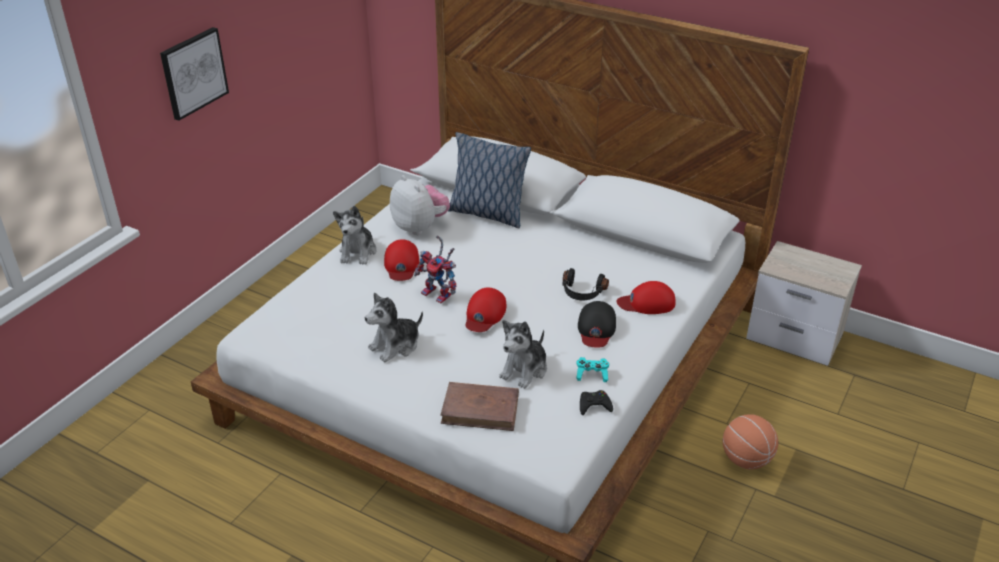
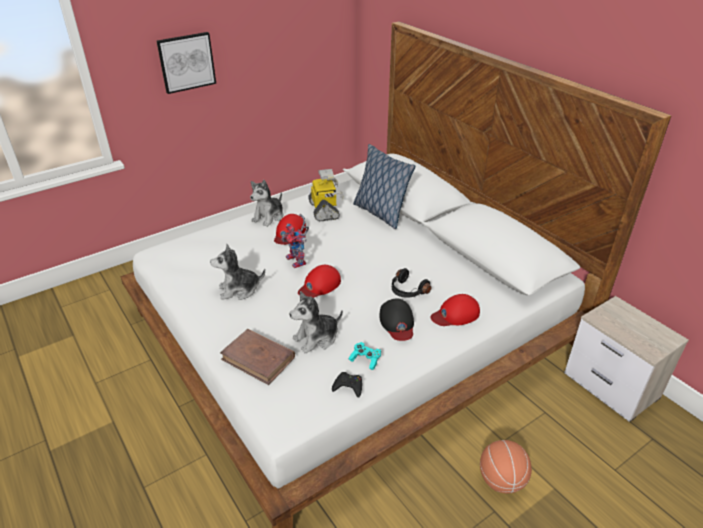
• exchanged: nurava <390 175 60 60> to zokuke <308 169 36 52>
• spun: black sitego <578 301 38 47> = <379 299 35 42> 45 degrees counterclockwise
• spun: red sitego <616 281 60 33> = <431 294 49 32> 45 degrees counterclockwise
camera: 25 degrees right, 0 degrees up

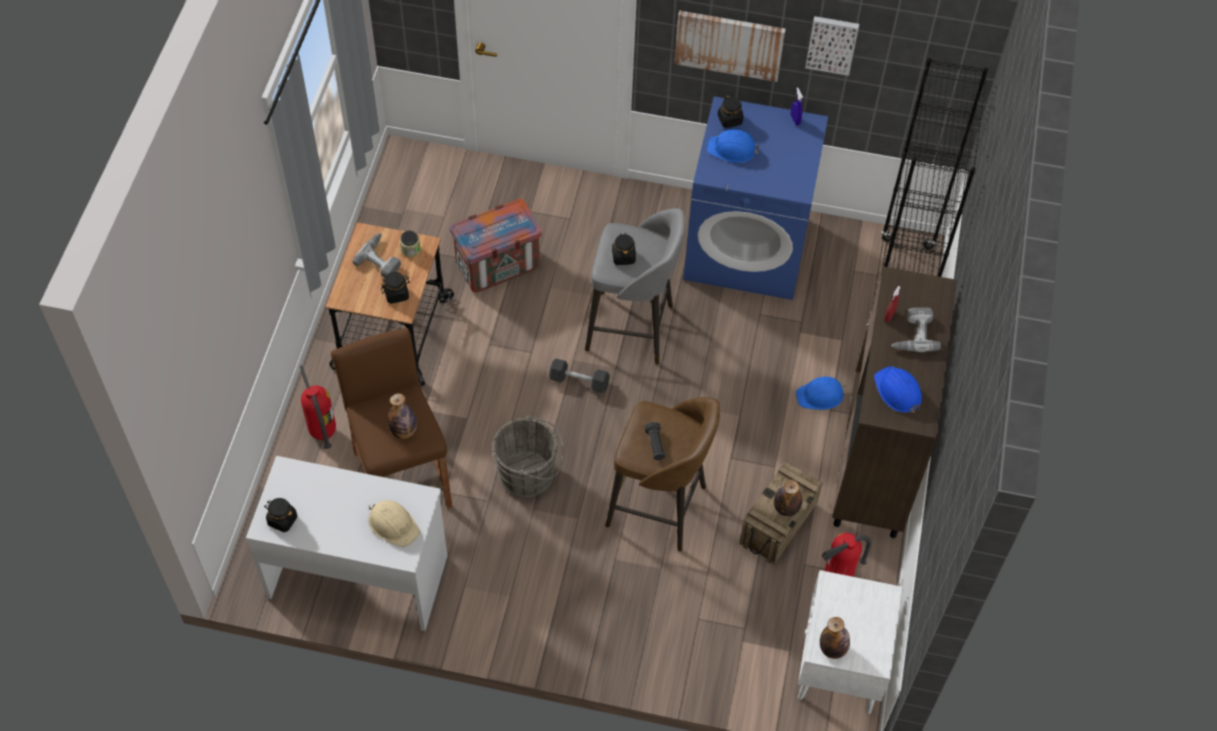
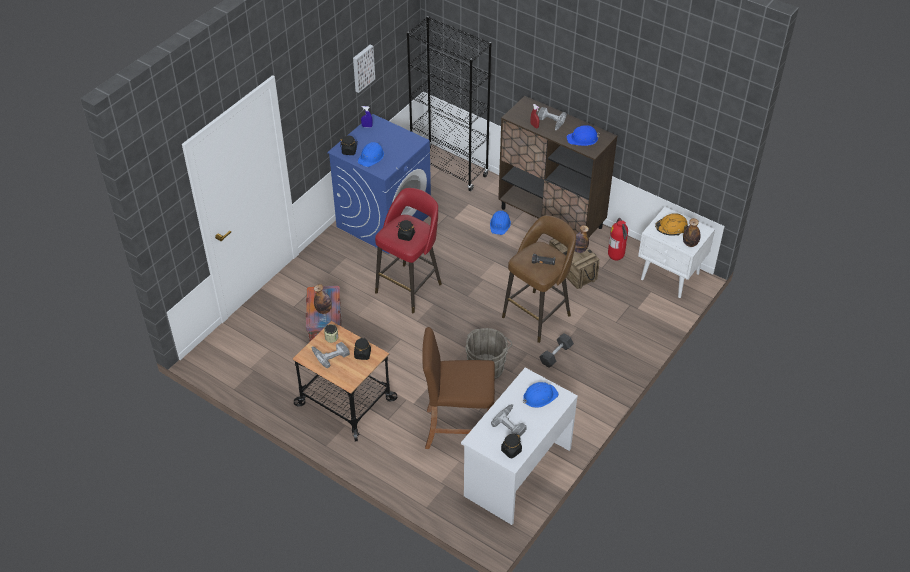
• relocated: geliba <388 393 29 46> to <314 284 18 30>
• colour: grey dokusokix <585 208 101 156> to red dokusokix <375 188 67 125>
• appeared: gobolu <491 404 36 33>
• colour: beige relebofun <368 500 52 47> to blue relebofun <523 382 36 26>
• relocated: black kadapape <549 359 61 34> to <540 333 34 34>
• appeared: orange relebofun <655 213 33 23>
• missing: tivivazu <300 365 36 84>
• missing: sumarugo <674 10 111 72>
camera: 65 degrees left, 10 degrees down

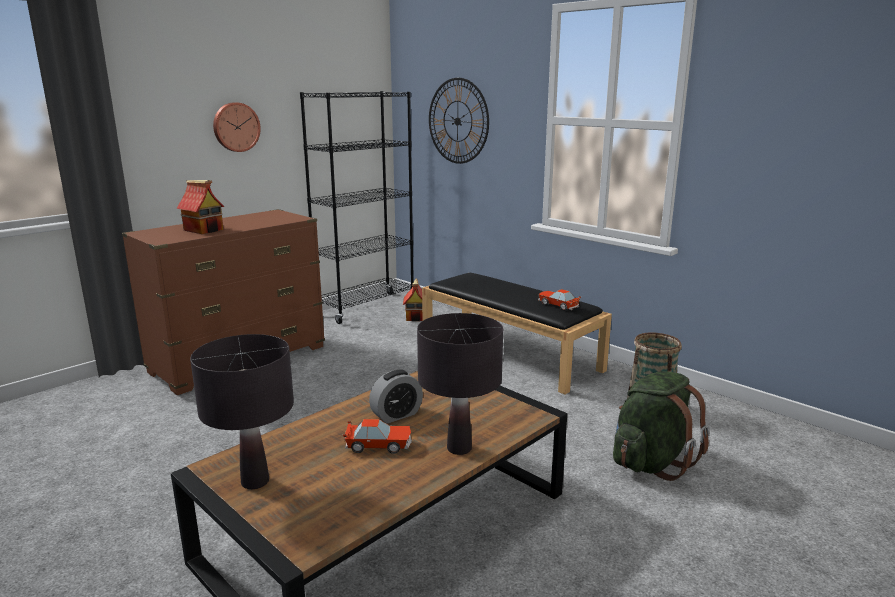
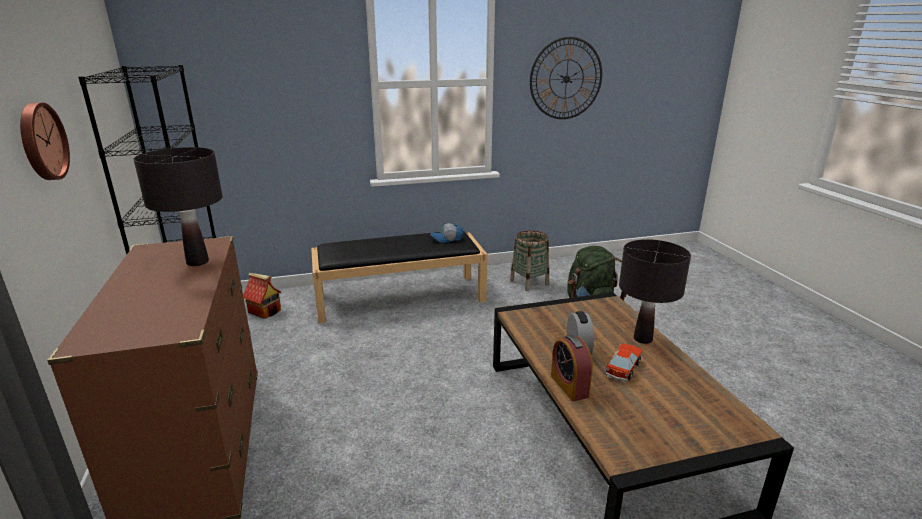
• relocated: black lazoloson <190 334 104 155> to <134 147 89 119>
• exchanged: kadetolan <538 289 43 22> to sitego <430 223 33 20>
• relocated: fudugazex <429 78 60 86> to <530 37 72 82>
• appeared: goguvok <551 335 42 67>
• missing: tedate <176 180 48 54>
camera: 60 degrees left, 5 degrees up

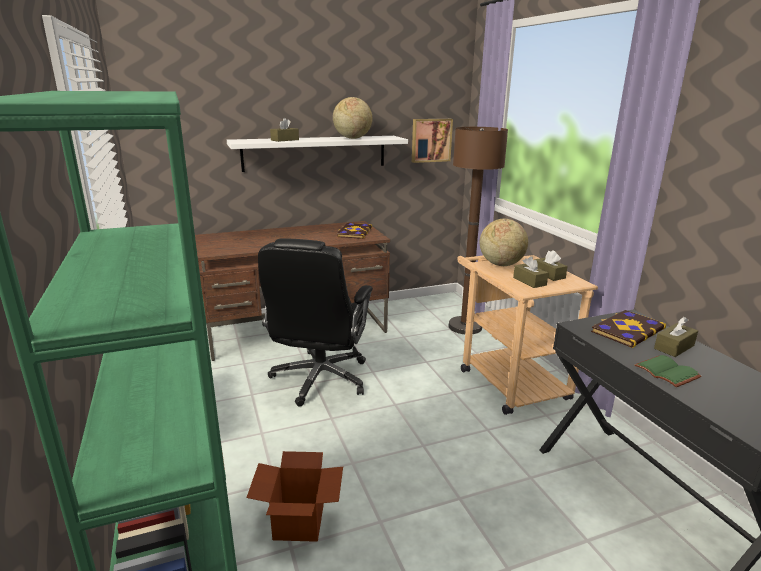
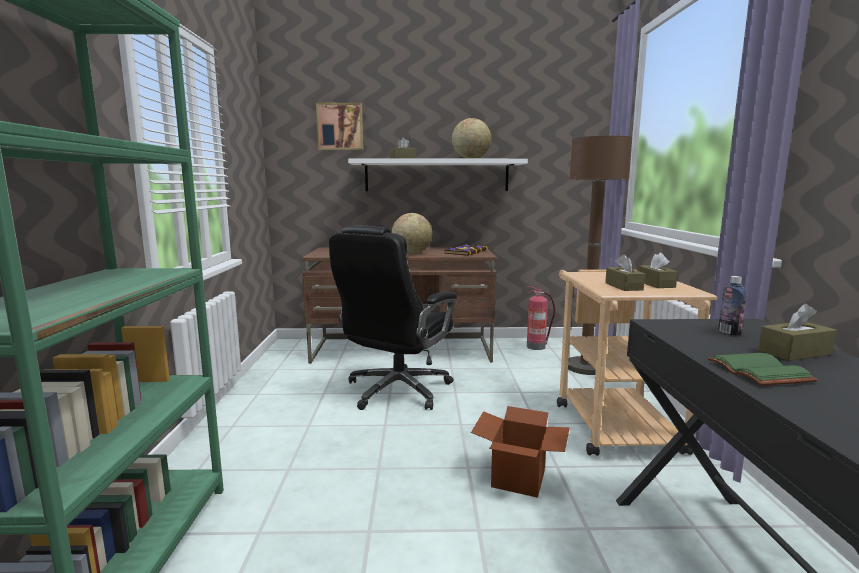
• relocated: sumarugo <412 119 41 44> to <316 103 47 47>
• relocated: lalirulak <480 219 48 47> to <392 213 40 41>
• relocated: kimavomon <246 451 97 91> to <471 406 99 92>
• appeared: tivivazu <527 286 28 64>
• exchanged: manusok <591 310 75 38> to geliba <718 276 28 60>
camera: 20 degrees right, 10 degrees down

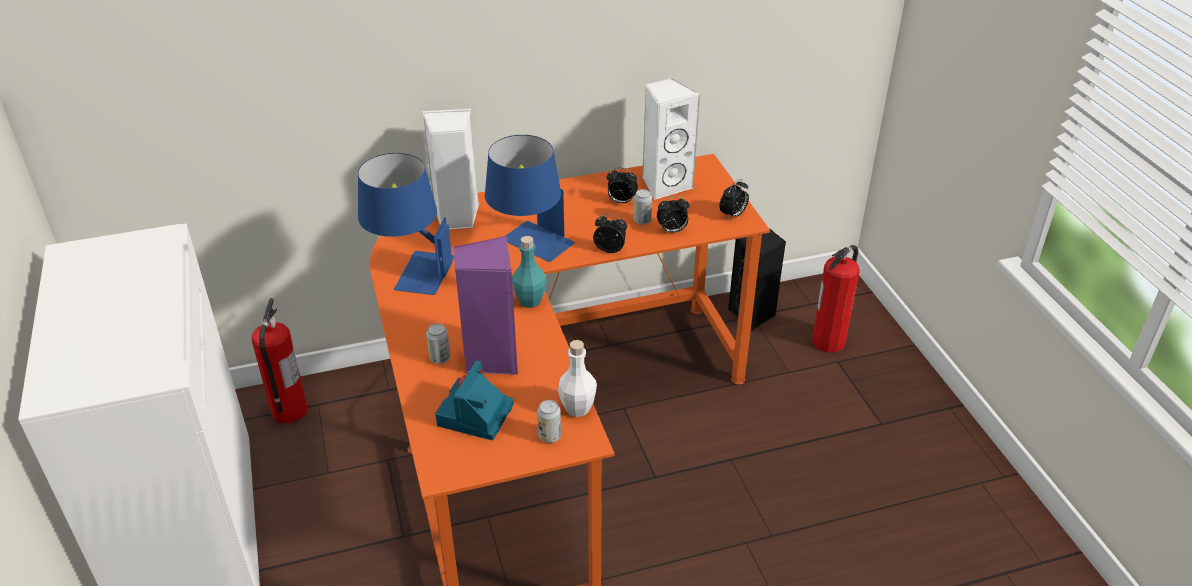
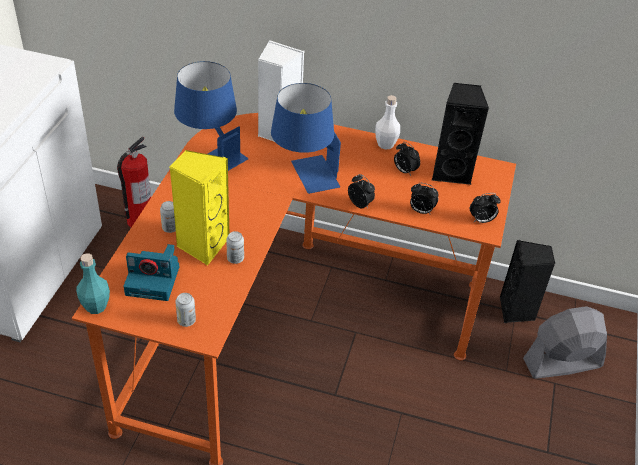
• relocated: turquoise geliba <512 236 35 72> to <76 253 34 61>
• spun: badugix <435 360 79 80> = <124 244 55 57> 135 degrees counterclockwise
• colour: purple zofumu <454 236 64 139> to yellow zofumu <170 149 59 116>
• relocated: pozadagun <634 189 18 36> to <226 231 18 33>
• relocated: white geliba <558 340 39 77> to <375 95 25 55>
• colour: white zofumu <642 78 58 121> to black zofumu <432 83 57 102>
• exchanged: tivivazu <812 245 48 108> to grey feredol <523 306 84 73>
camera: 30 degrees right, 5 degrees up

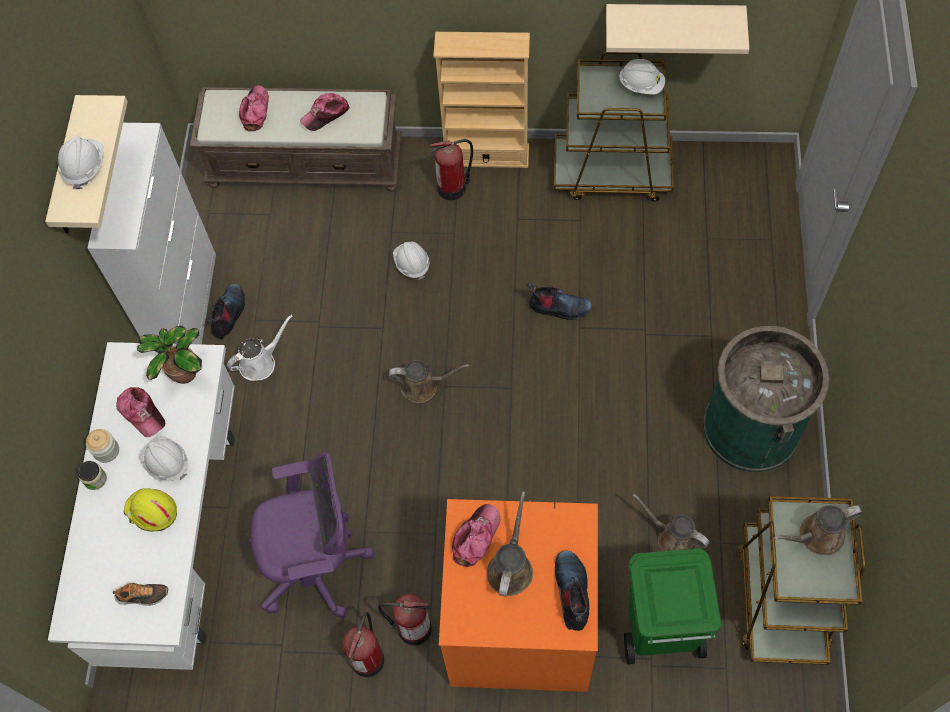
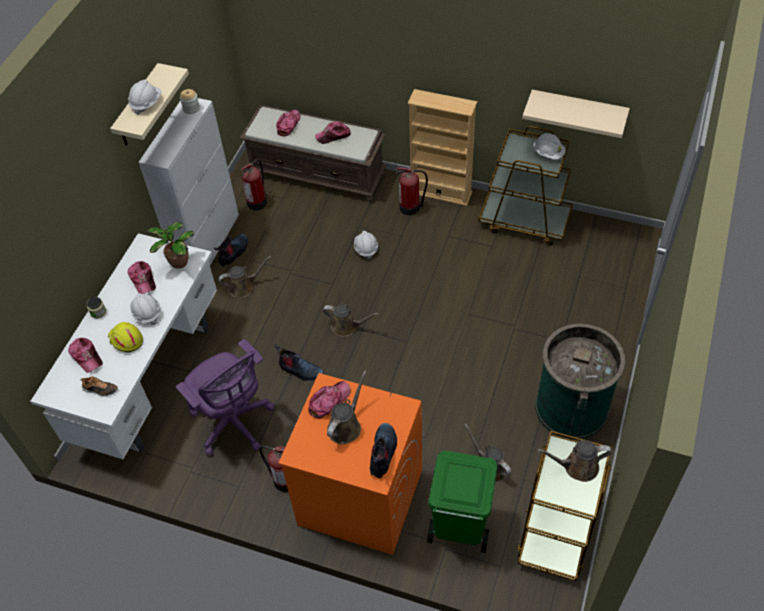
• appeared: sitego <68 338 35 35>
• spun: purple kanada <249 452 125 165> = <176 339 99 117> 45 degrees clockwise
• relocated: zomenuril <86 429 33 34> to <180 89 20 25>
• colour: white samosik <227 315 65 66> to brown samosik <218 256 53 42>
• relocated: tivivazu <342 612 42 65> to <241 159 26 51>
• relocated: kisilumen <526 282 66 38> to <274 344 50 37>
camera: 15 degrees right, 10 degrees down

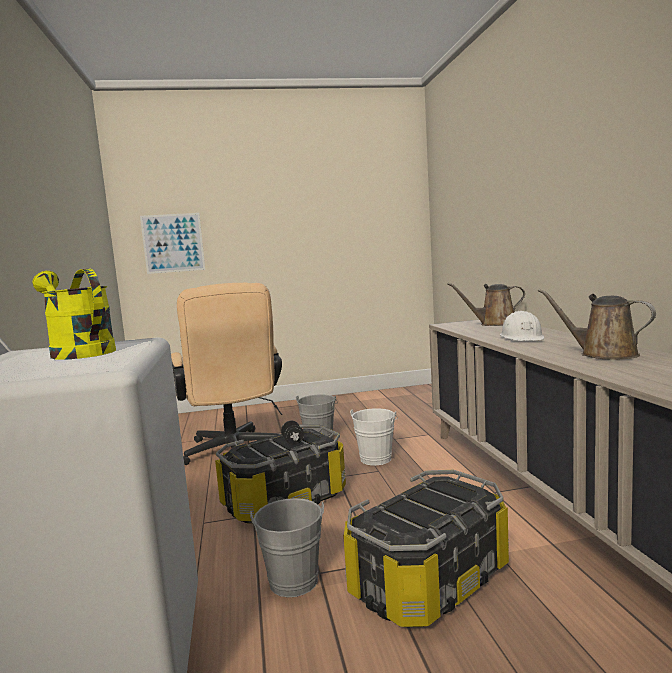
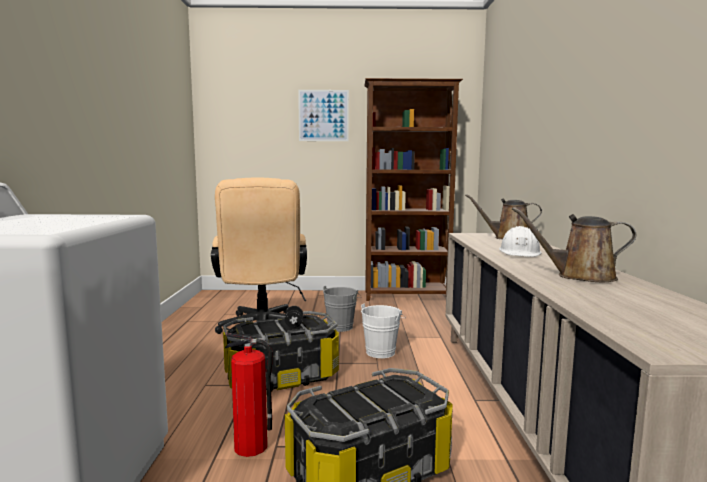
• exchanged: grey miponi <250 498 74 99> to tivivazu <225 333 48 124>
• relocated: sumarugo <140 213 65 61> to <298 90 51 51>
• appeared: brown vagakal <364 78 99 223>
• spun: brown samosik <538 289 118 71> = <512 207 124 75> 45 degrees counterclockwise
• missing: yellow samosik <33 269 83 91>
camera: 10 degrees right, 0 degrees up

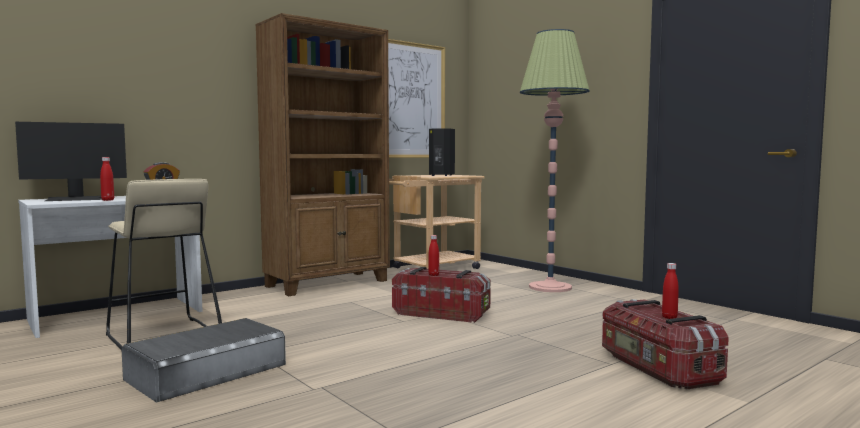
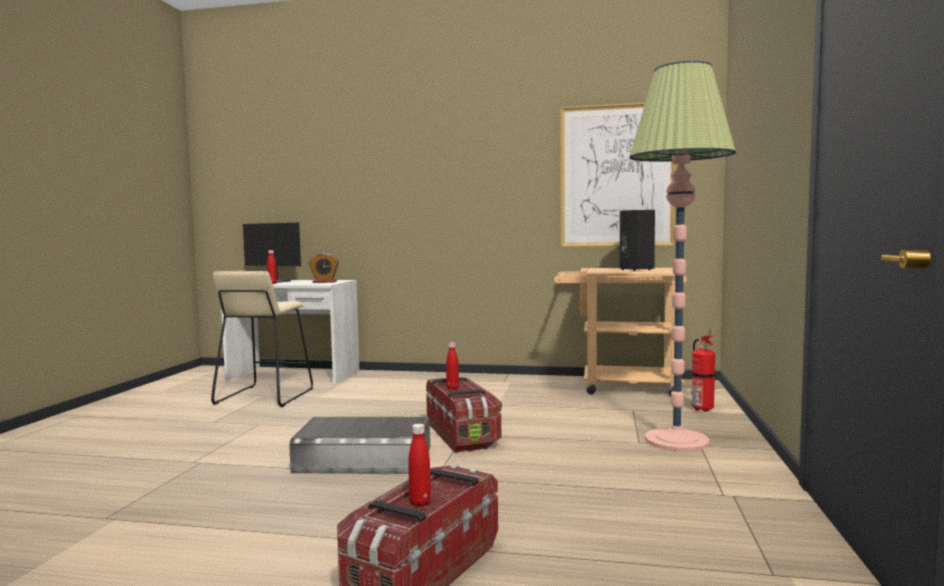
• relocated: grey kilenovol <122 318 164 85> to <289 417 141 57>
• appeared: tivivazu <690 329 26 83>
• missing: brown vagakal <255 13 135 283>
camera: 50 degrees right, 0 degrees up

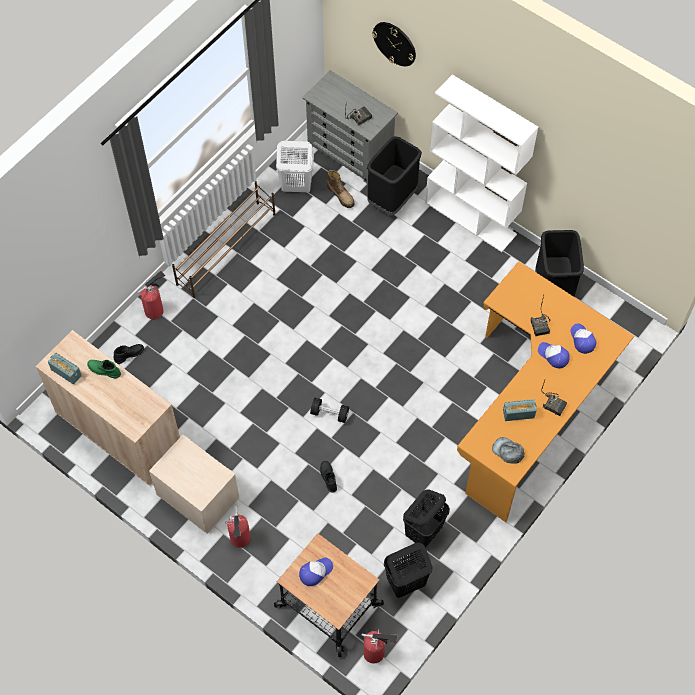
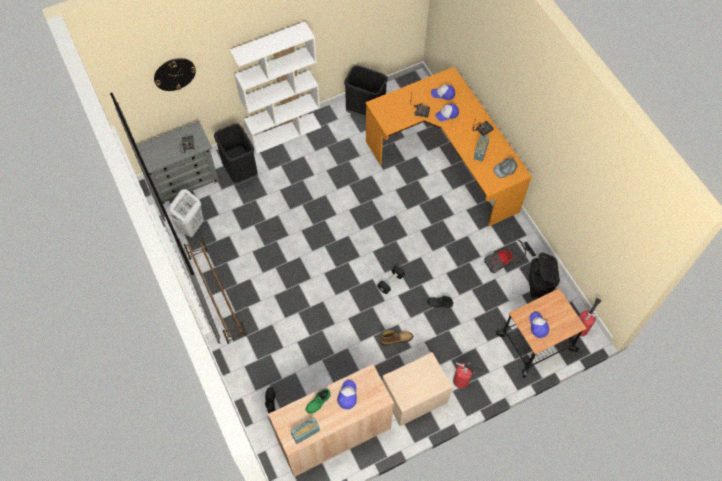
• appeared: sitego <337 380 20 29>
• relocated: kisilumen <327 170 28 38> to <380 330 33 16>
• exchanged: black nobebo <403 489 47 59> to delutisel <484 239 52 34>
• missing: tivivazu <138 271 27 48>
camera: 65 degrees left, 0 degrees up

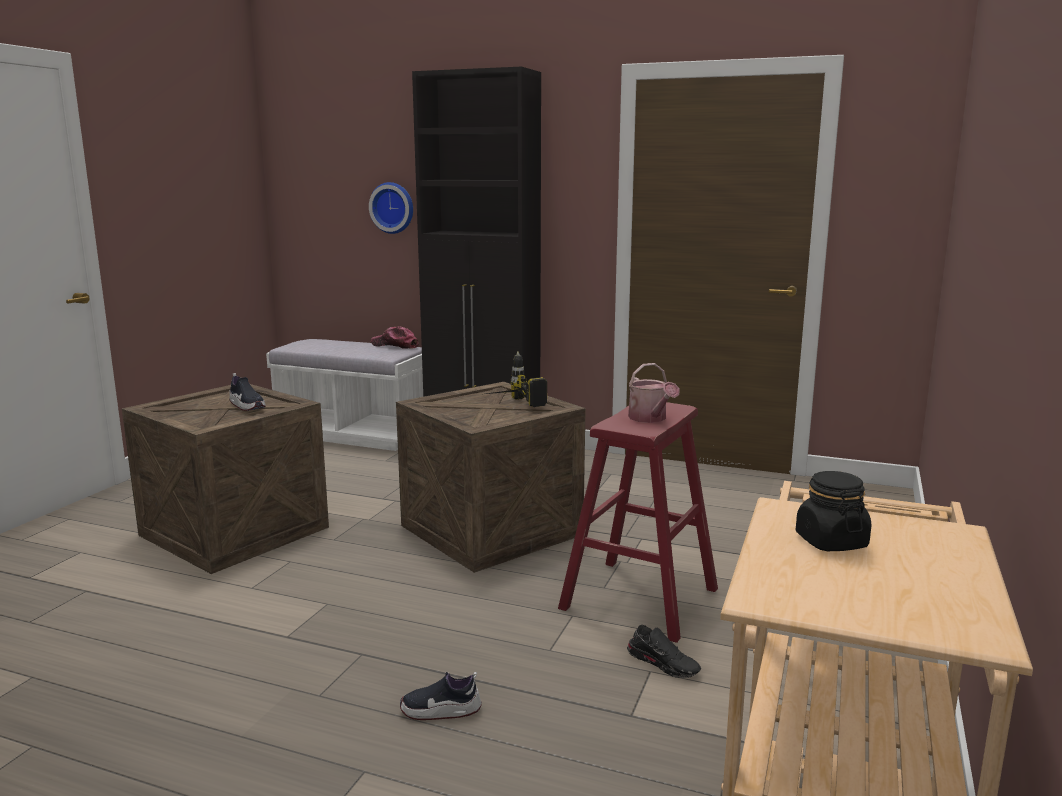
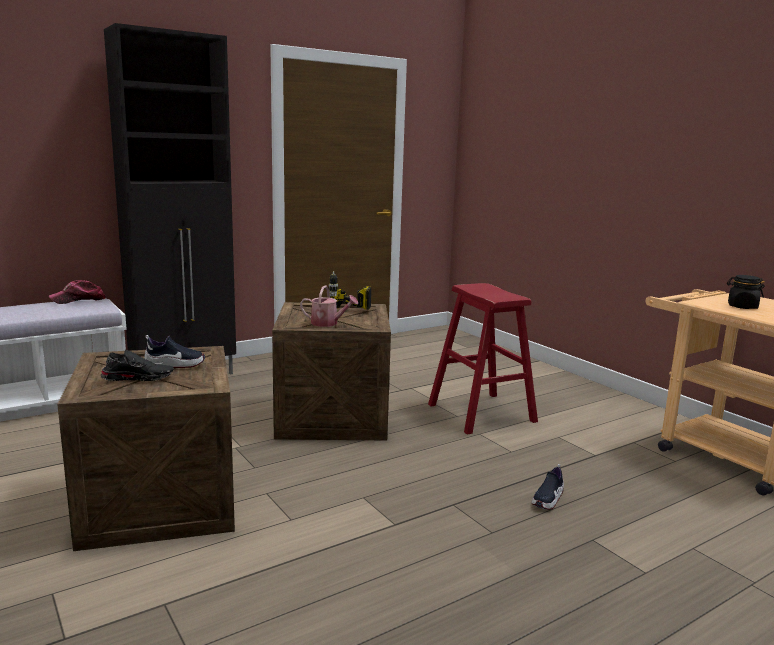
• relocated: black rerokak <627 625 74 53> to <101 350 73 31>
• relocated: samosik <628 363 52 60> to <300 285 58 42>
• missing: fudugazex <369 182 44 52>
camera: 55 degrees left, 0 degrees up

